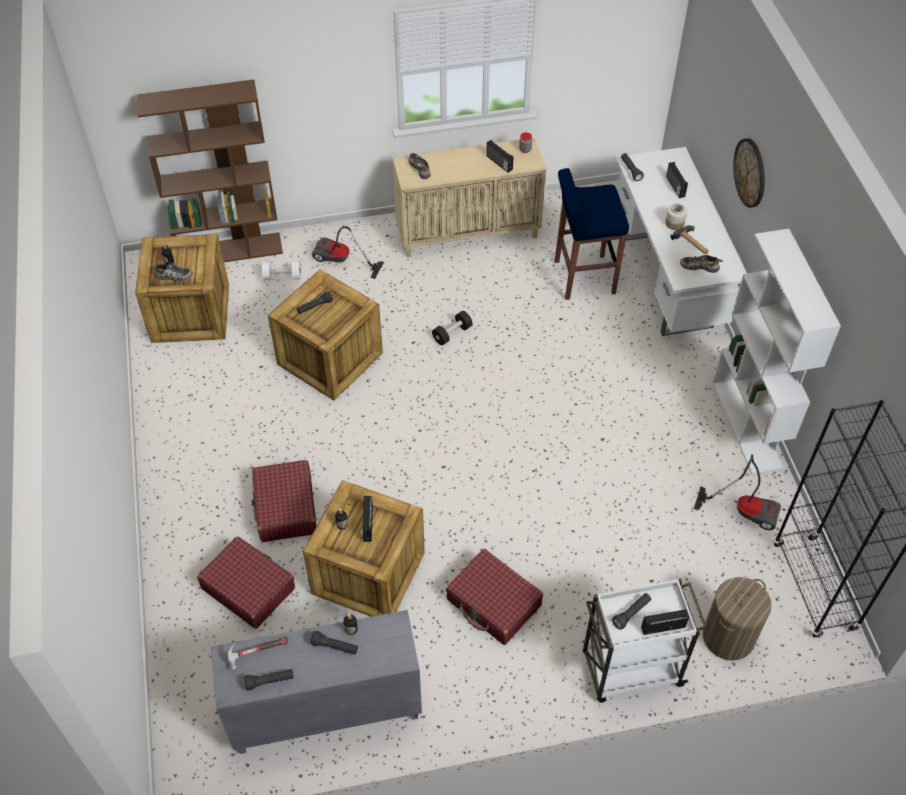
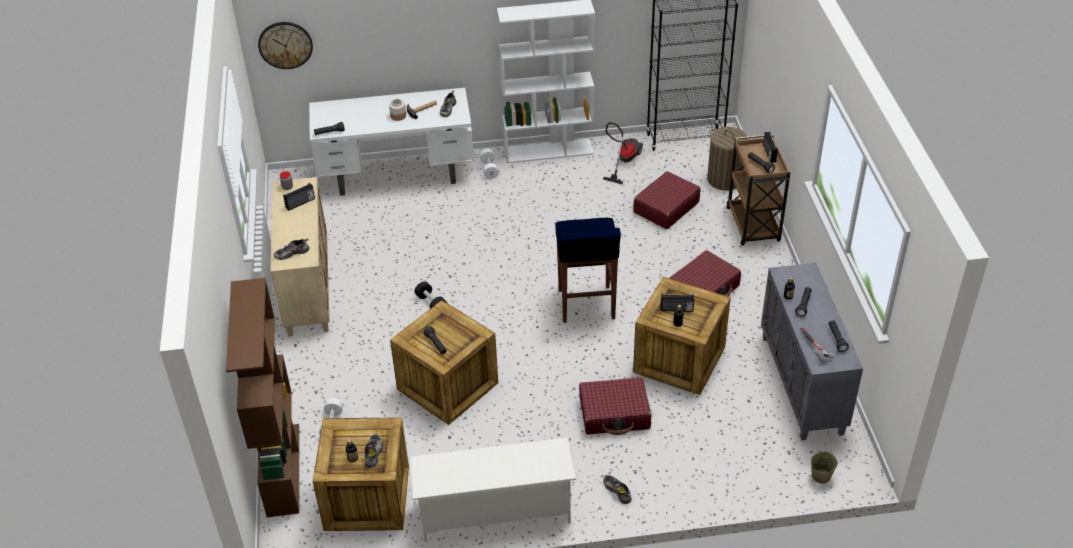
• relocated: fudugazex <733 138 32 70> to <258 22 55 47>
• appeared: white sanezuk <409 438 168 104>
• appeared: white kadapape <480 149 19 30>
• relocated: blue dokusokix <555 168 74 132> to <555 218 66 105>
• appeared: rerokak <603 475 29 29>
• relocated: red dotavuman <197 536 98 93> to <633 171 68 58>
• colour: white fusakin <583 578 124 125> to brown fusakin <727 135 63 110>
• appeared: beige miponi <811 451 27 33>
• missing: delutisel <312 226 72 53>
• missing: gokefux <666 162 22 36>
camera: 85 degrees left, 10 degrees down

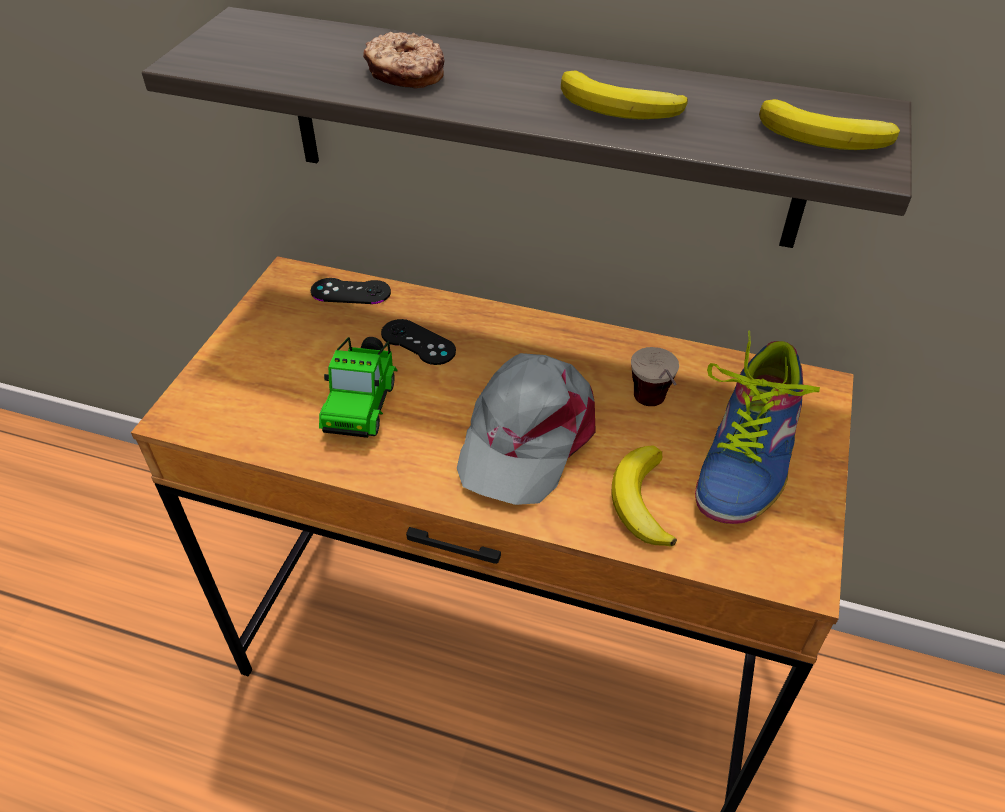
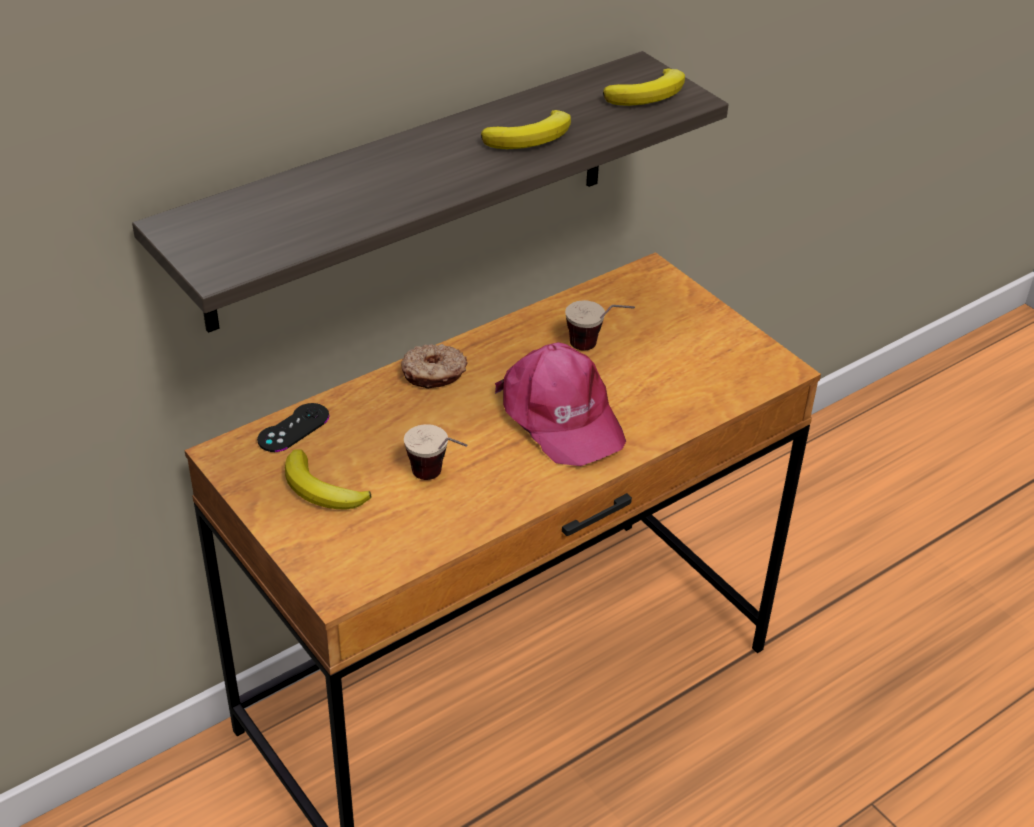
• relocated: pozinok <612 445 65 102> to <285 449 87 61>
• relocated: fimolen <363 32 81 57> to <401 344 67 45>
• exchanged: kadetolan <319 337 79 101> to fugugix <404 424 63 56>
• colour: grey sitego <457 353 139 152> to pink sitego <495 342 131 124>
• missing: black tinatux <381 319 75 46>
• missing: rerokak <695 330 125 194>
camera: 55 degrees left, 5 degrees down

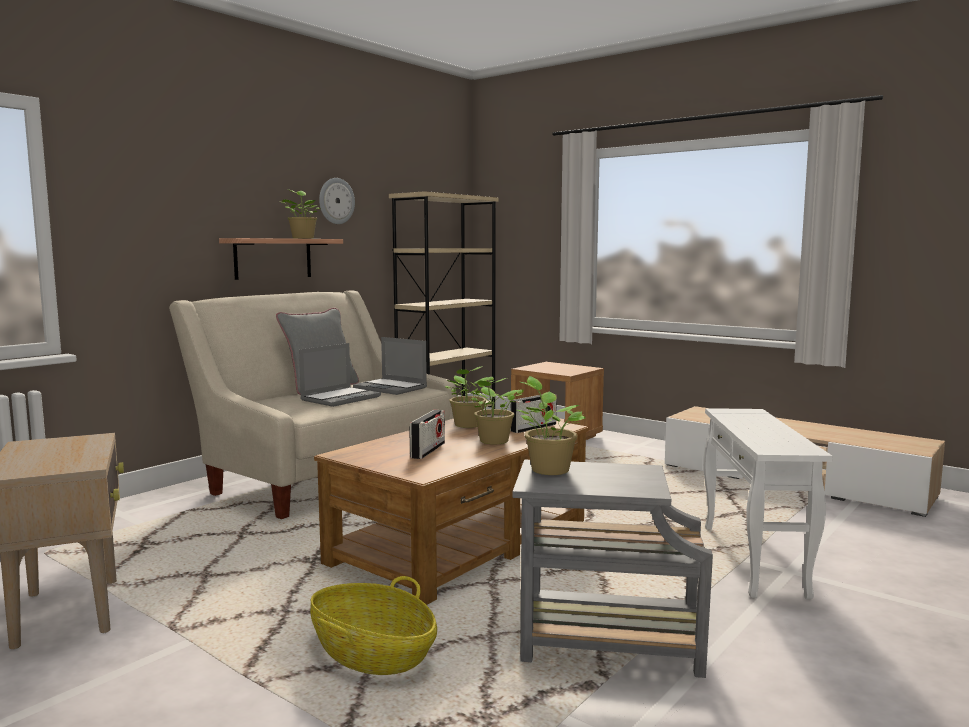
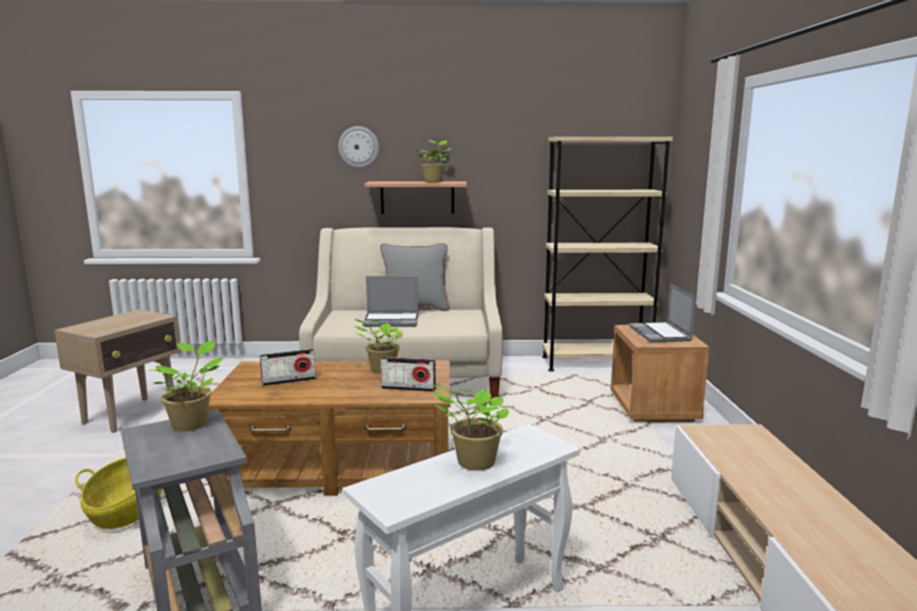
• relocated: fudugazex <319 178 36 46> to <338 126 41 42>
• relocated: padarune <469 378 55 67> to <432 385 77 86>
• relocated: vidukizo <353 337 74 58> to <629 284 67 58>
camera: 50 degrees right, 5 degrees up

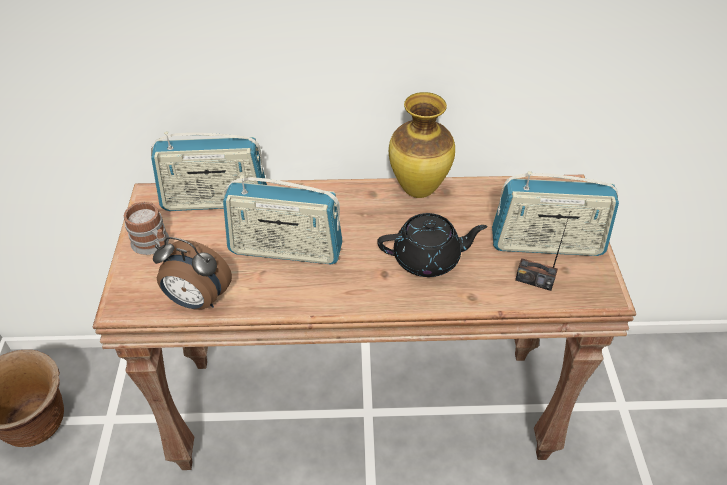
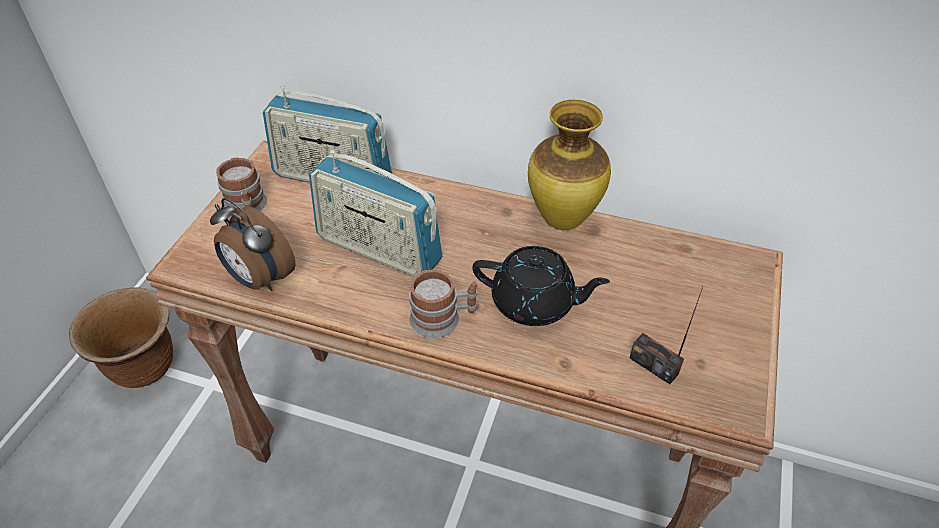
• appeared: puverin <409 270 68 68>
• missing: gokefux <492 171 127 85>
camera: 20 degrees right, 0 degrees up

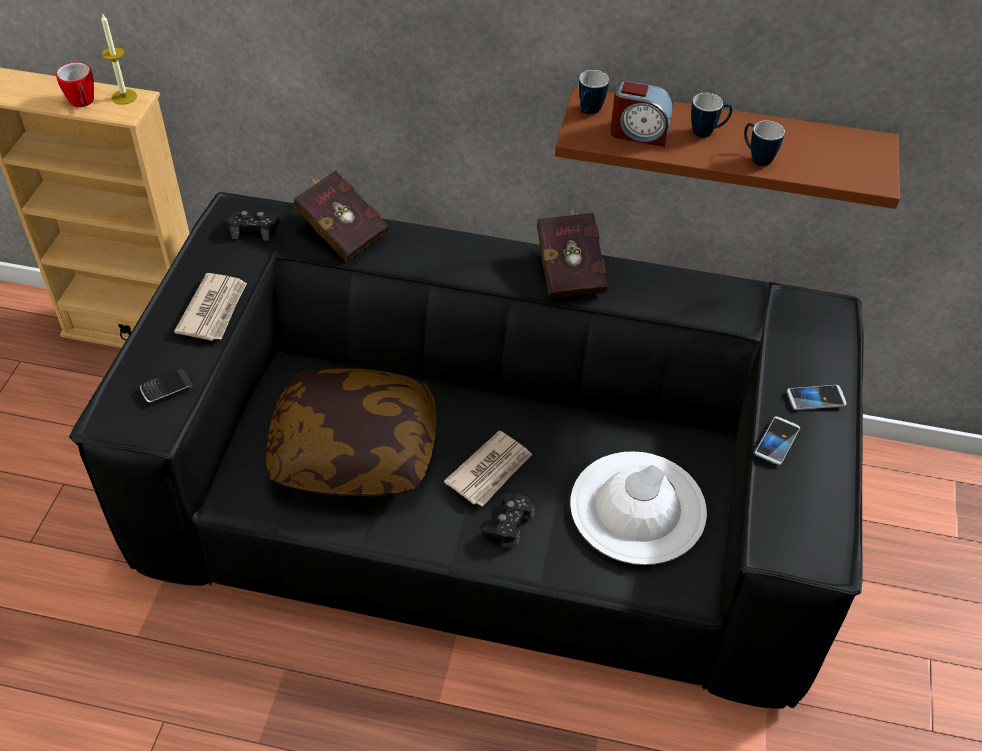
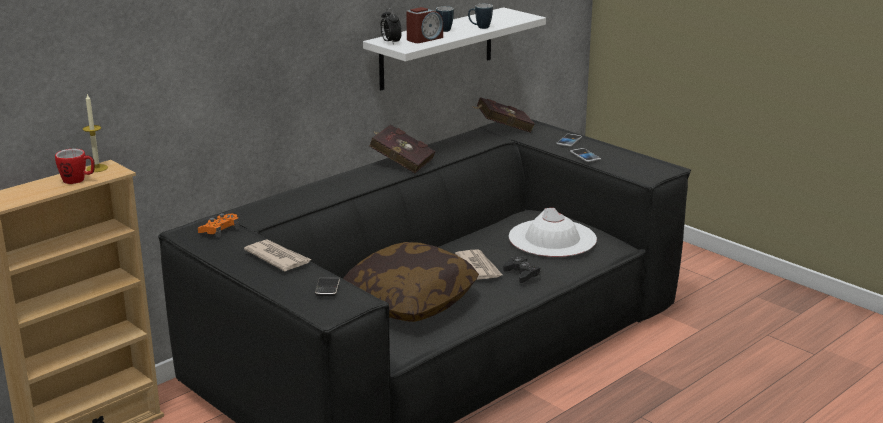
• colour: black tinatux <227 211 53 30> to orange tinatux <198 213 41 25>
• colour: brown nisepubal <555 87 345 122> to white nisepubal <363 7 183 83>
• exchanged: puverin <579 70 30 44> to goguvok <380 8 22 37>
• relocated: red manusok <293 171 96 91> to <473 97 62 36>
camera: 55 degrees left, 25 degrees down

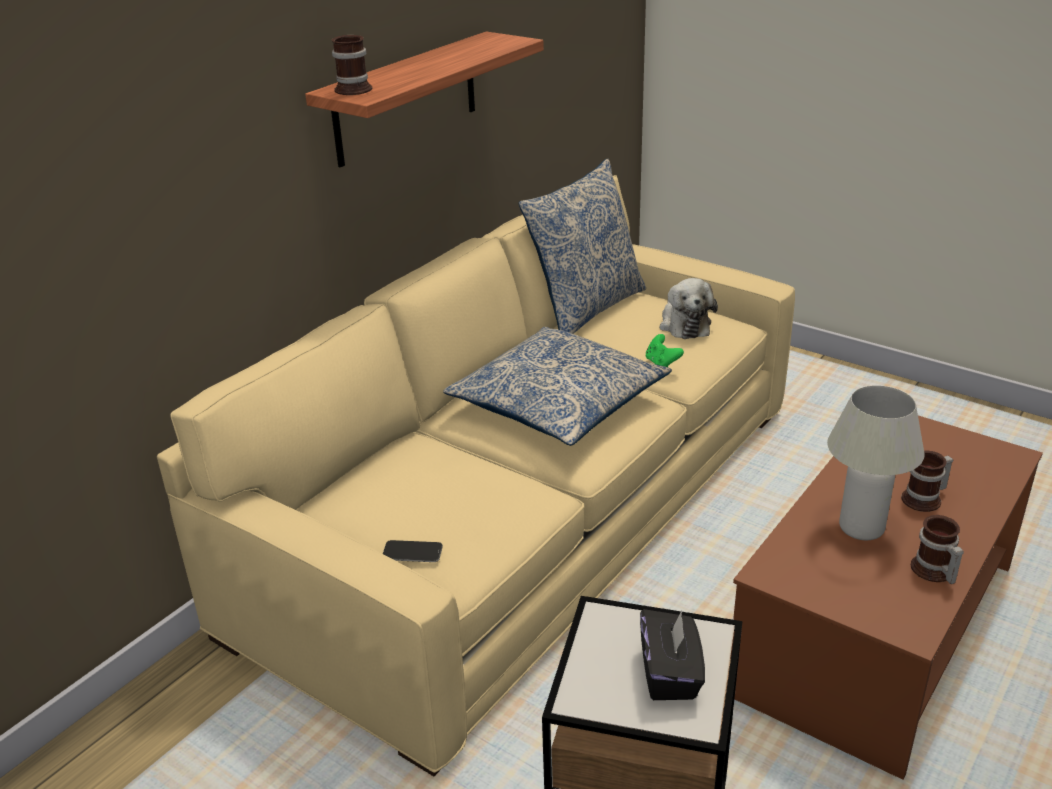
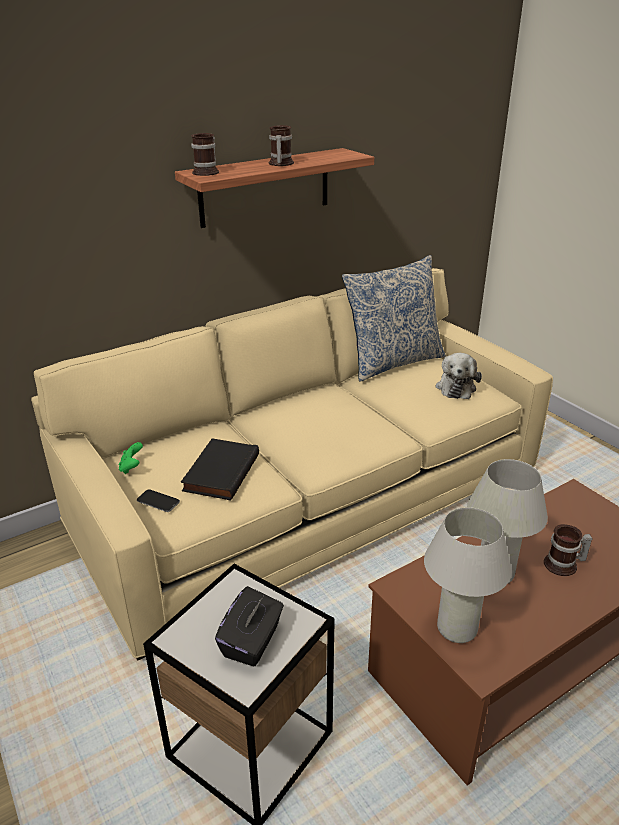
• relocated: green tinatux <646 334 38 33> to <119 442 24 32>
• appeared: black manusok <181 438 78 63>
• relocated: puverin <911 515 53 69> to <269 125 25 41>
• appeared: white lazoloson <424 507 88 136>
• missing: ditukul <443 327 229 119>
camera: 20 degrees right, 0 degrees up

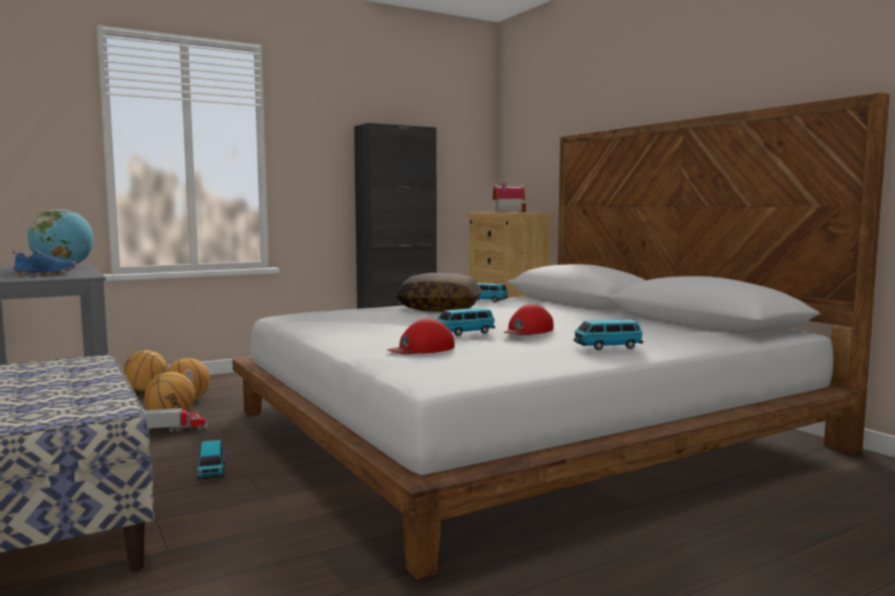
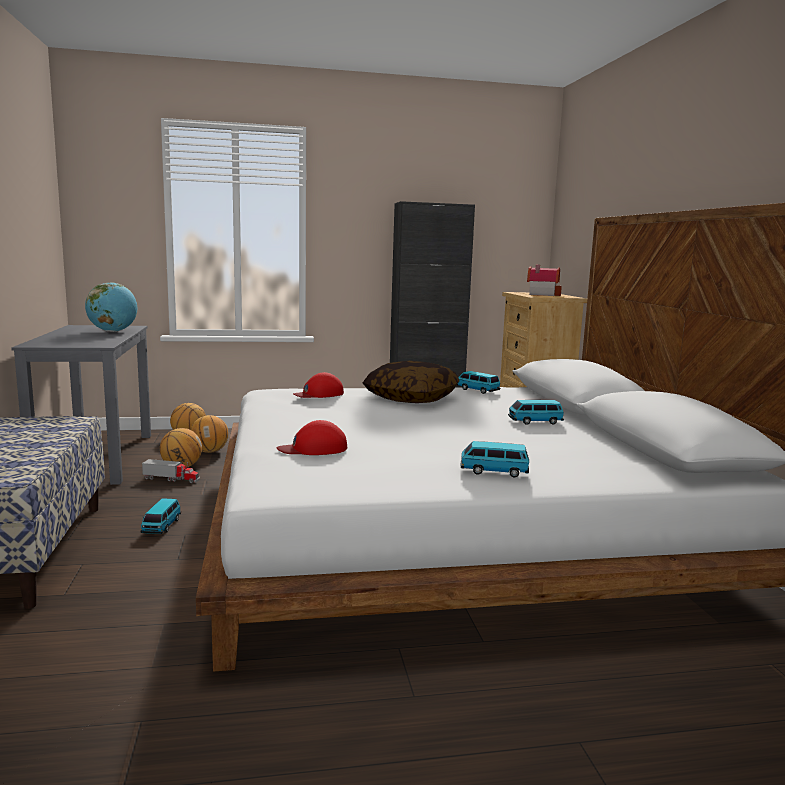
• relocated: red sitego <503 304 50 31> to <293 372 51 26>
• relocated: kadetolan <437 308 58 28> to <508 400 56 25>
• missing: blue rerokak <12 249 64 26>
camera: 20 degrees right, 5 degrees up

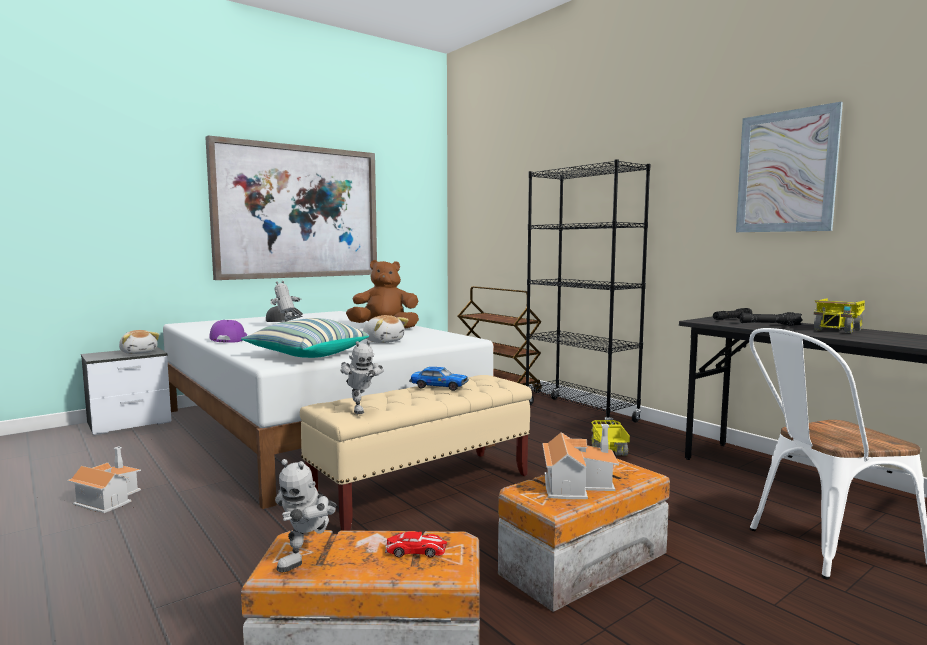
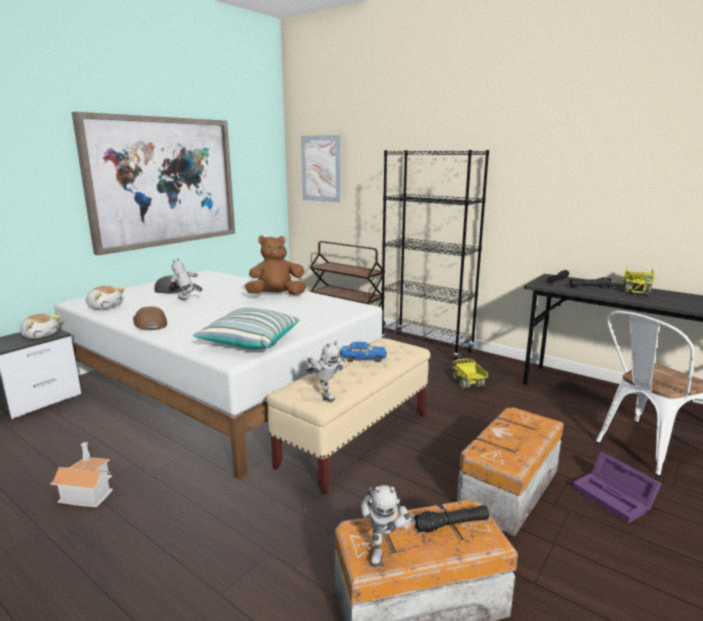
• relocated: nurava <363 315 46 28> to <86 286 39 24>
• colour: purple sitego <209 320 38 23> to brown sitego <133 306 34 24>
• relocated: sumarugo <736 102 107 130> to <301 135 40 67>
• exchanged: kadetolan <385 531 62 27> to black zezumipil <414 505 75 28>
• appeared: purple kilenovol <572 452 90 72>
• missing: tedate <543 424 76 75>
camera: 15 degrees left, 10 degrees up

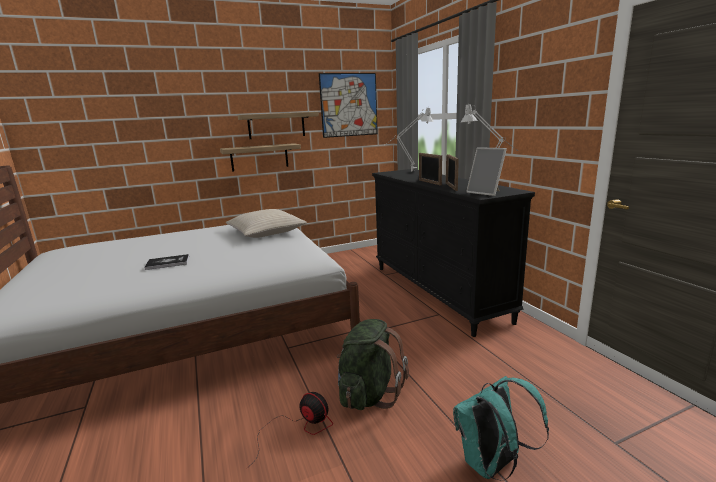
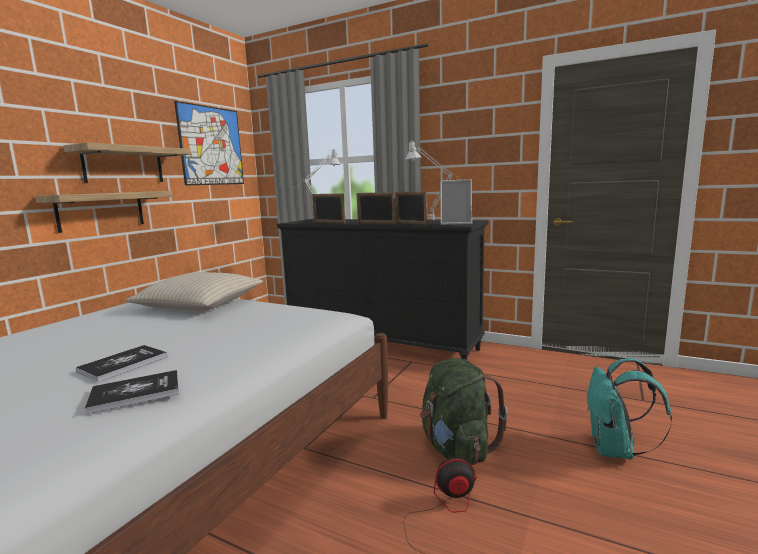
• appeared: manusok <85 370 94 44>
• appeared: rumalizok <312 193 33 30>
camera: 40 degrees left, 5 degrees down

